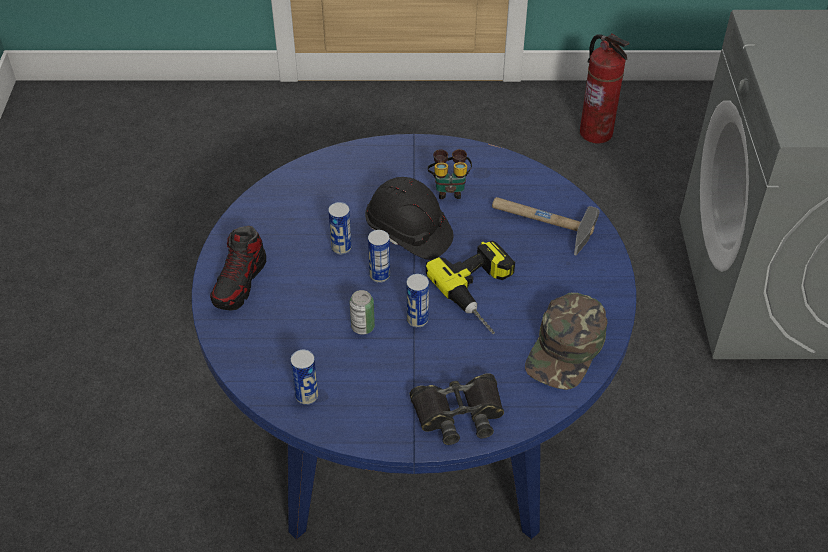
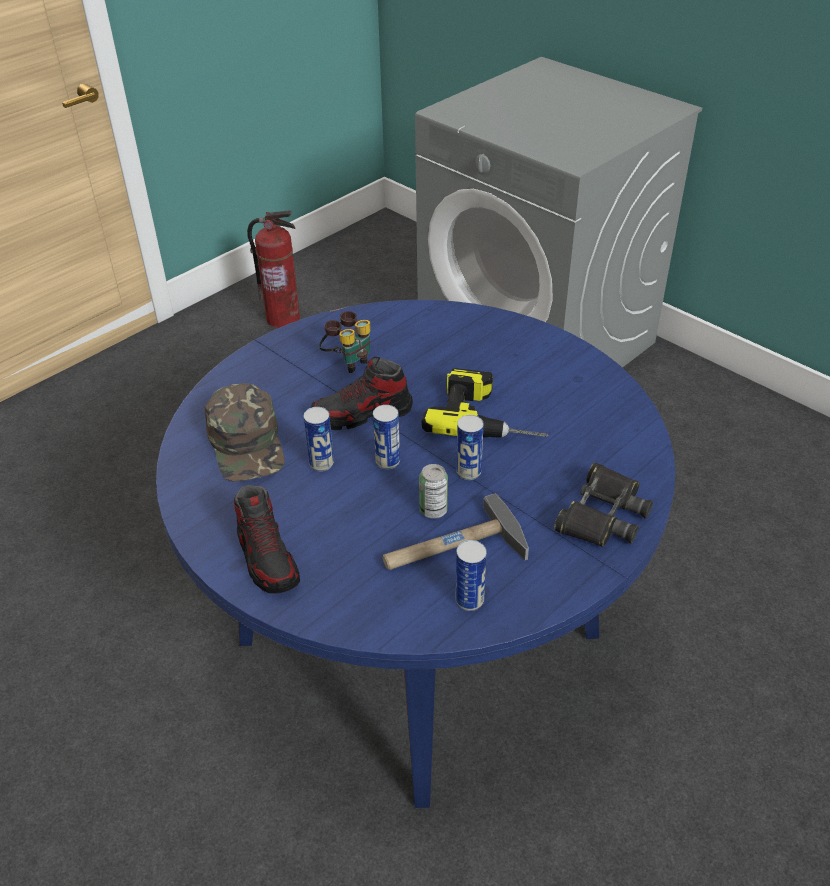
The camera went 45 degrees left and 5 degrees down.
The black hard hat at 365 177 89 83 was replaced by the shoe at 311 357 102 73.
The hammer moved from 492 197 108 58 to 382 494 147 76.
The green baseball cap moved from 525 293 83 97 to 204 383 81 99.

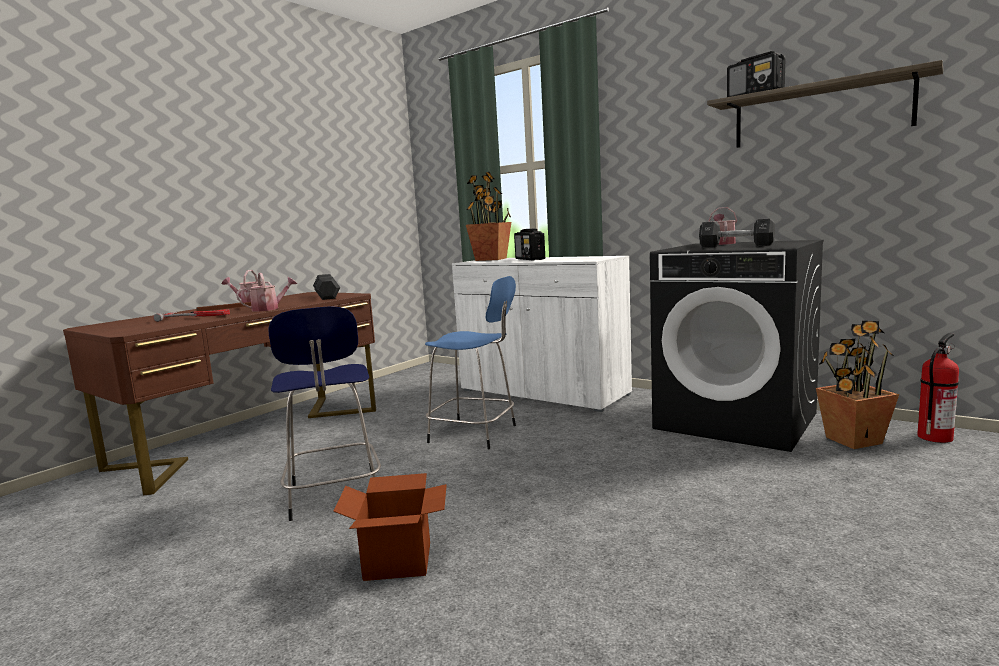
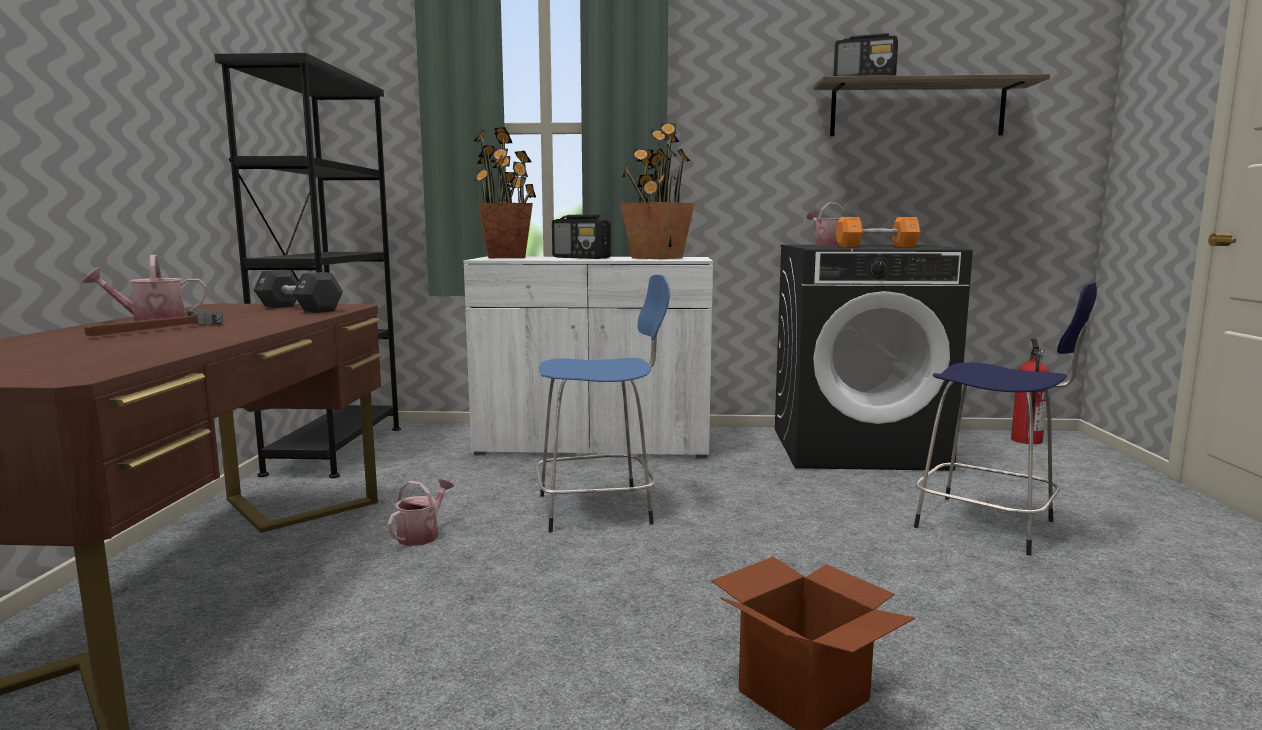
The camera went 35 degrees left and 0 degrees up.
The hammer at 153 309 77 13 disappeared.
The watering can moved from 236 273 61 39 to 387 479 67 67.
The blue-coloured stool moved from 268 306 113 215 to 914 282 183 274.
The black dumbbell at 699 218 76 30 became the orangey dumbbell at 836 217 84 30.
The houseplant moved from 816 321 83 128 to 620 123 75 136.
The black bookcase at 215 53 186 425 appeared.

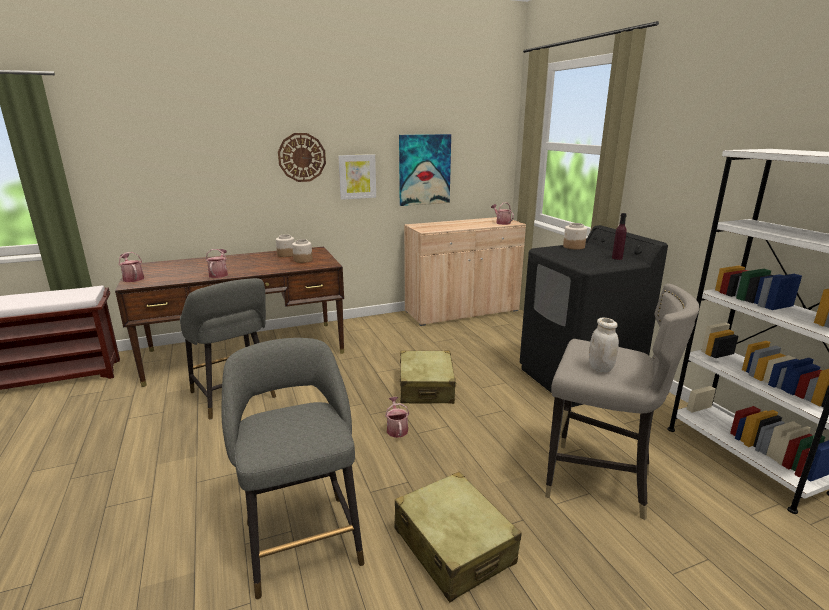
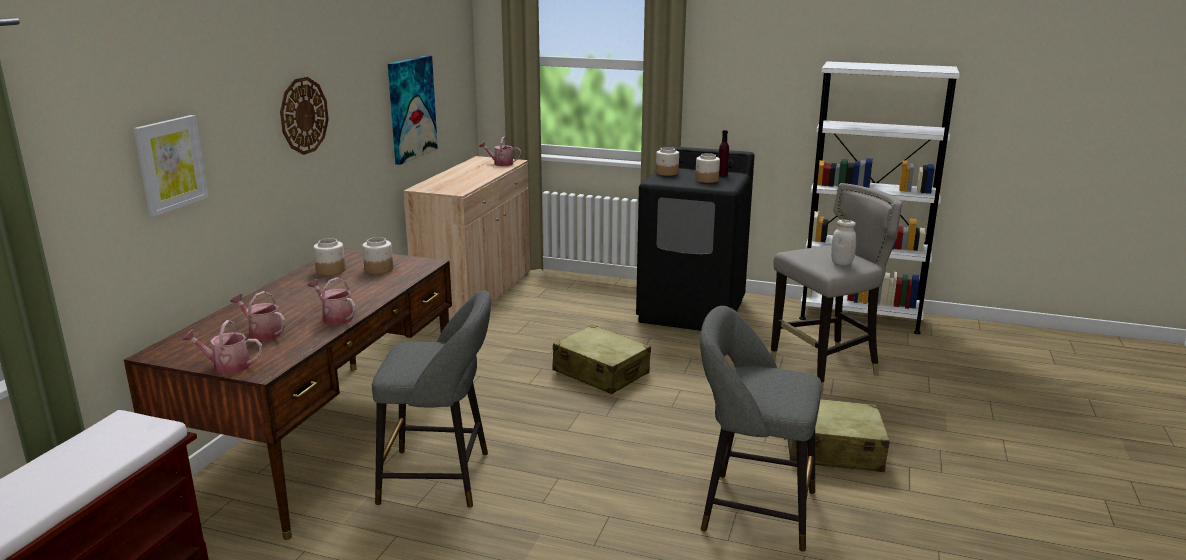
The camera went 50 degrees left and 0 degrees up.
The wall art moved from 338 154 38 46 to 133 115 75 102.
The watering can moved from 385 397 24 41 to 231 291 55 50.
The storage jar at 695 153 25 30 appeared.

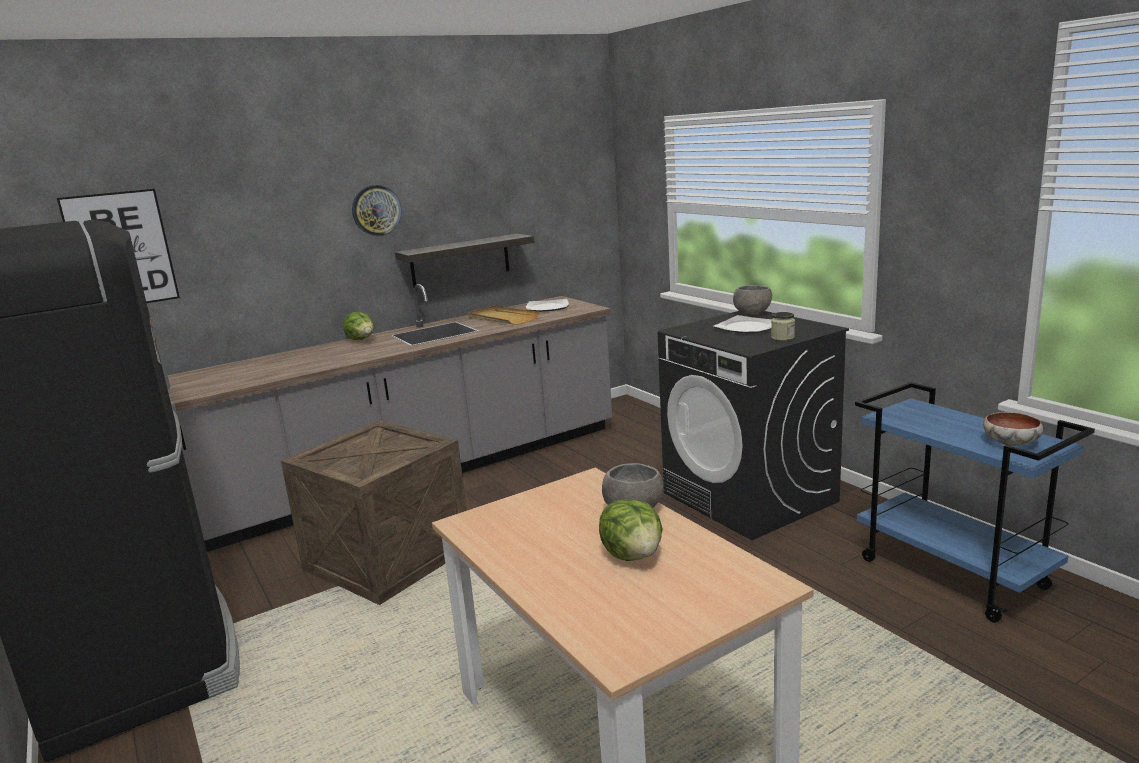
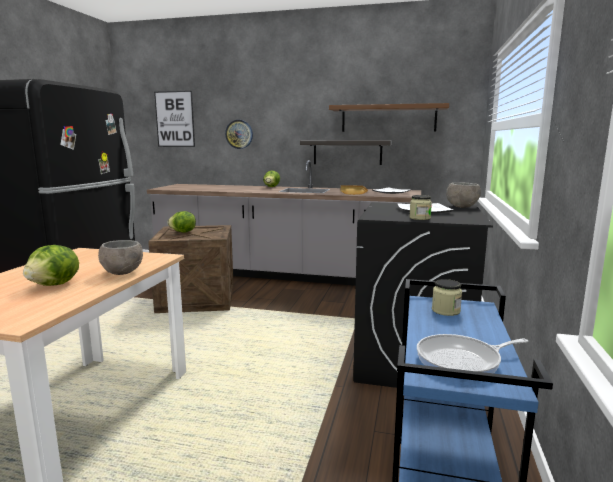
The camera went 45 degrees right and 5 degrees down.
The wall clock moved from 352 185 50 51 to 225 120 28 29.
The bowl at 983 412 60 34 was replaced by the skillet at 417 334 111 45.
The lettuce at 167 211 29 22 appeared.
The brown bracket shelf at 329 103 120 29 appeared.
The storage jar at 432 279 30 37 appeared.

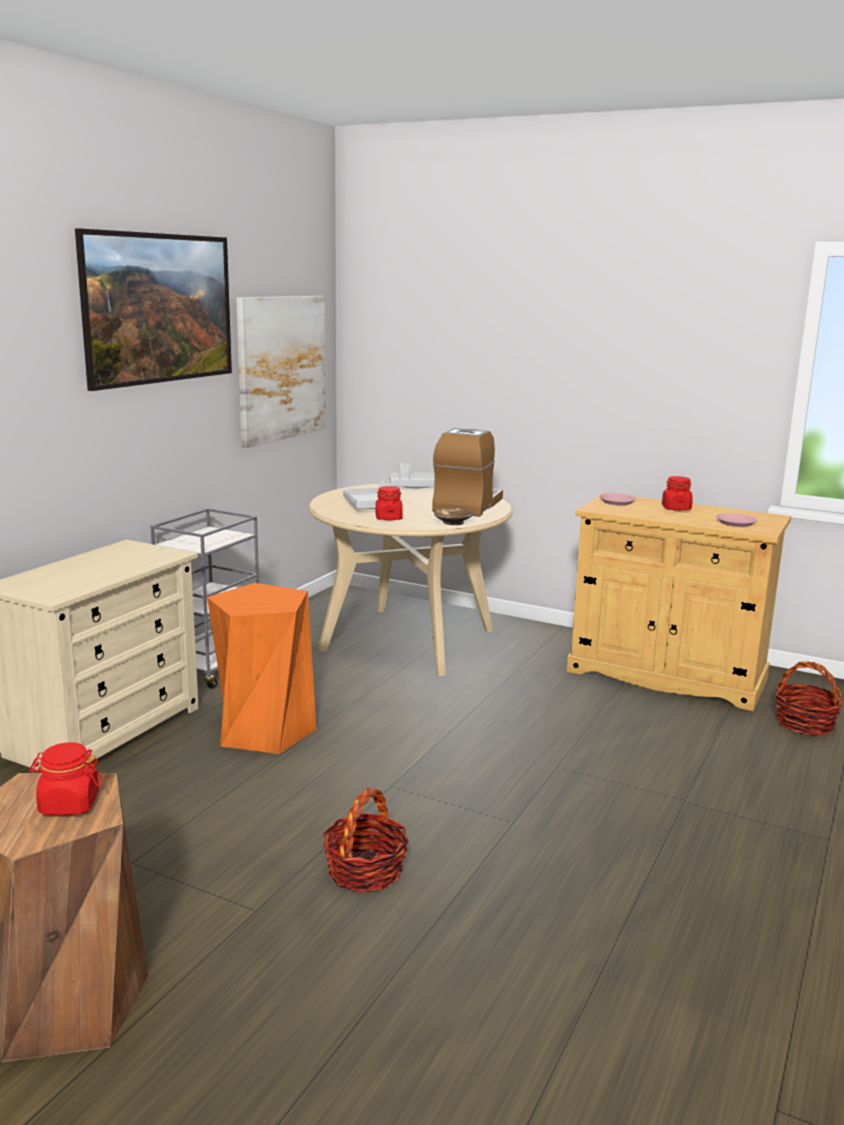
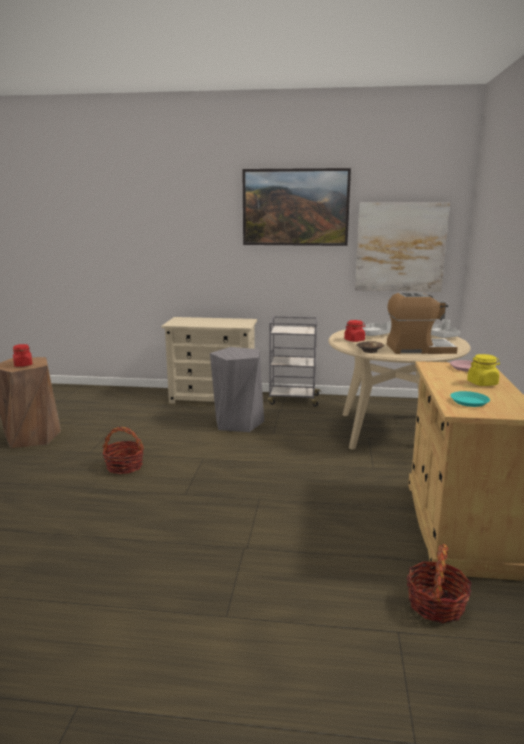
The camera went 70 degrees right and 0 degrees up.
The orangey stool at 207 583 109 171 became the grey stool at 210 347 54 85.
The red storage jar at 662 476 31 35 became the yellowish storage jar at 467 354 33 32.
The pinkish dinner plate at 716 513 41 14 became the turquoise dinner plate at 450 391 40 16.

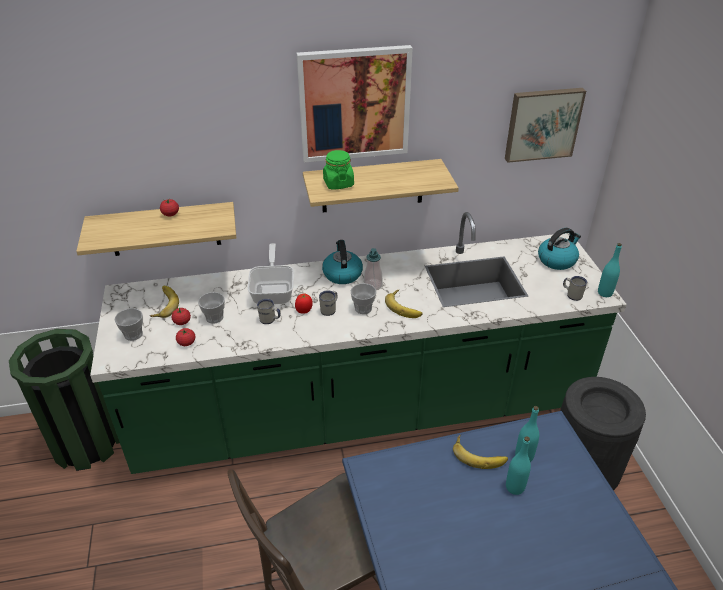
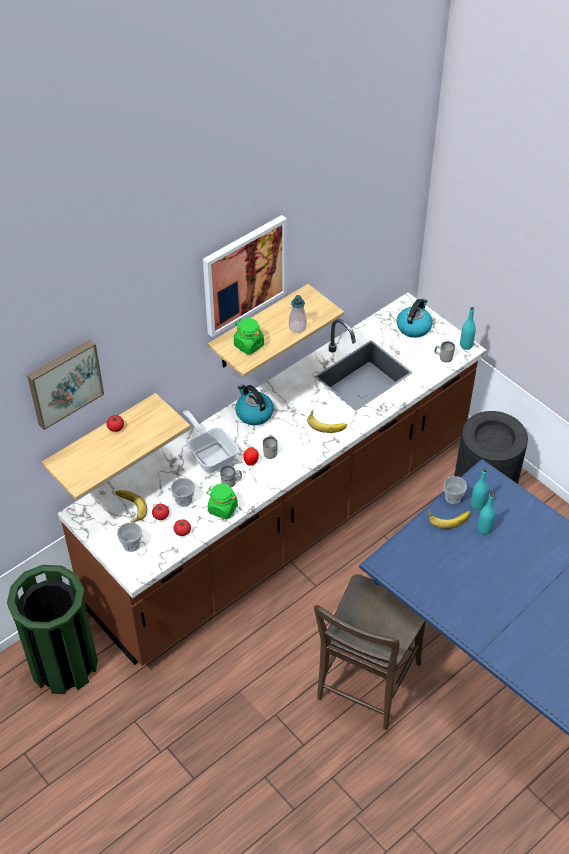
The camera went 30 degrees left and 10 degrees up.
The green kitchen base unit at 90 212 537 262 became the brown kitchen base unit at 58 293 428 373.
The drinking cup moved from 351 283 25 31 to 443 476 24 28.
The liquid soap bottle moved from 364 248 18 42 to 289 295 18 38.
The wall art moved from 505 88 81 75 to 27 339 77 91.
The green storage jar at 206 483 32 36 appeared.

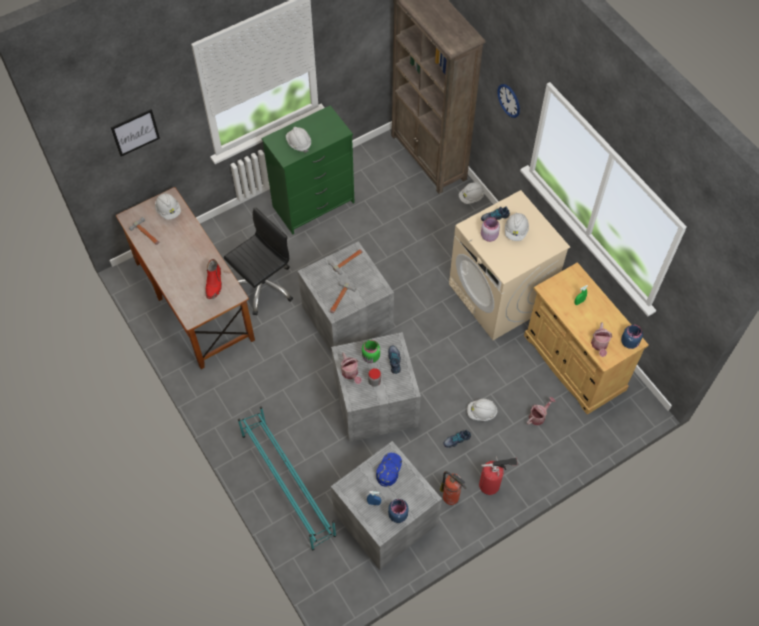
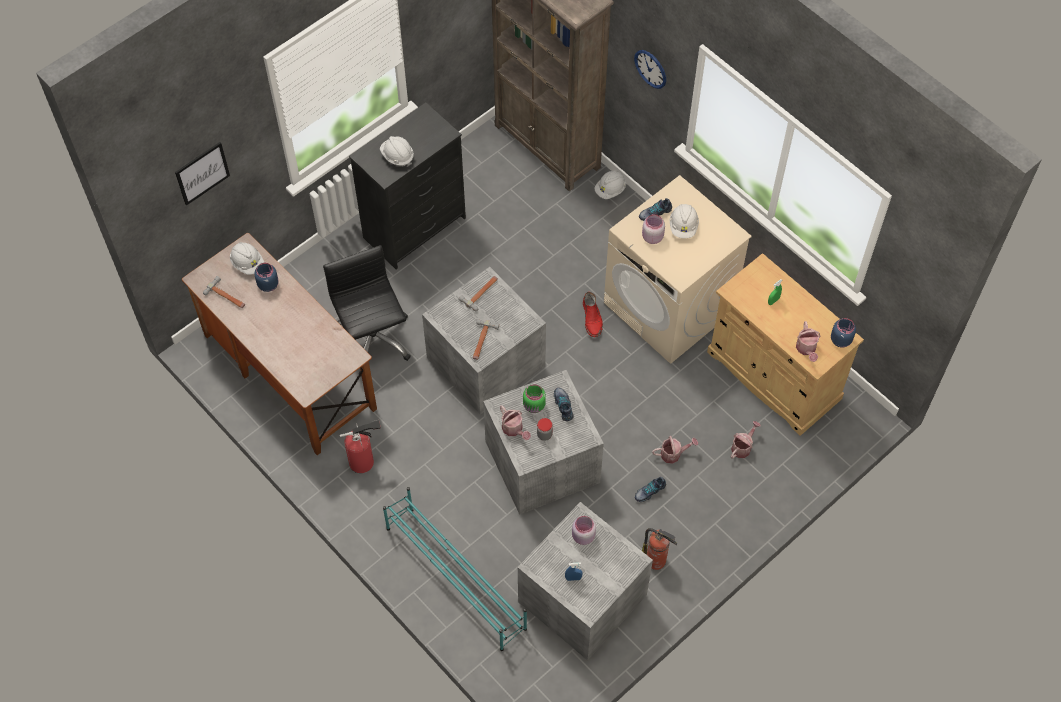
The camera went 10 degrees left and 0 degrees up.
The red high-top boot moved from 205 259 17 40 to 583 292 20 45.
The black computer chair at 224 207 69 108 turned 60 degrees counterclockwise.
The green dresser at 261 106 93 128 became the black dresser at 349 102 117 167.
The blue-coloured baseball cap at 376 453 26 34 was replaced by the pinkish storage jar at 572 516 24 29.
The blue-coloured storage jar moved from 388 499 21 24 to 254 263 25 29.
The whitish hard hat at 467 399 31 22 was replaced by the watering can at 652 436 46 28.
The extinguisher moved from 479 457 38 38 to 340 420 41 53.

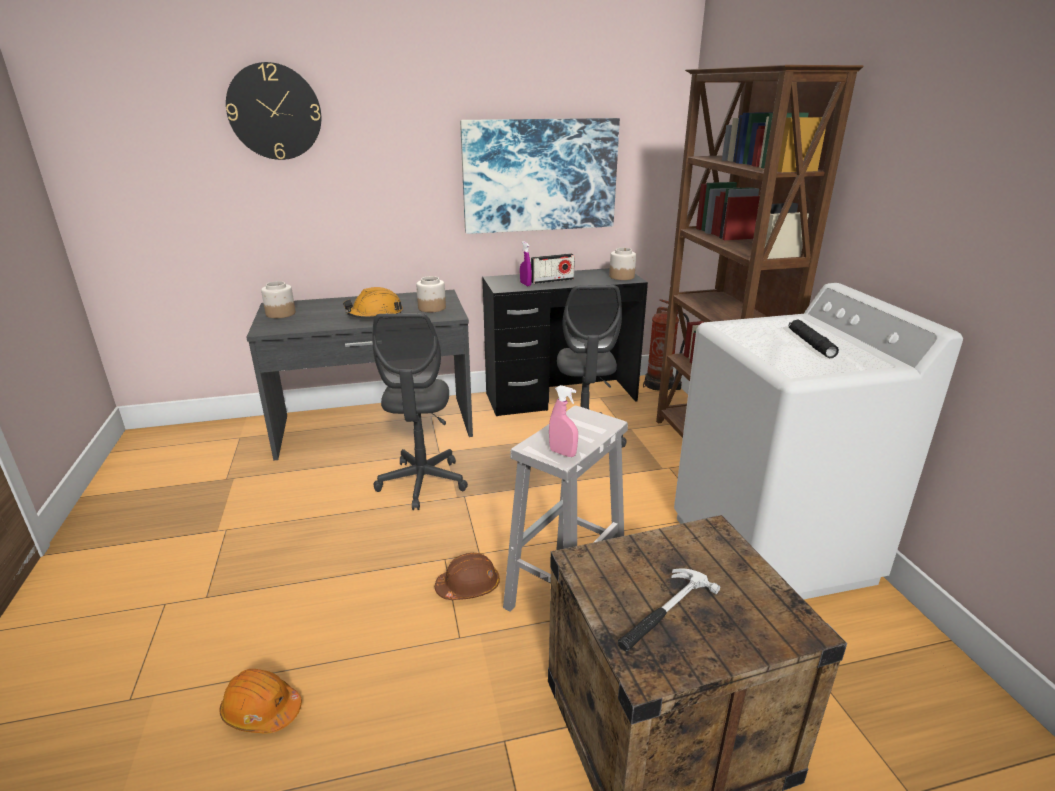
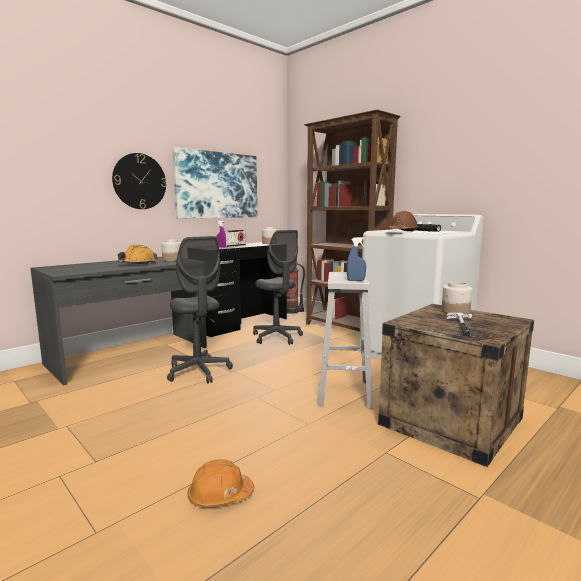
The camera went 30 degrees left and 15 degrees down.
The wall clock moved from 226 62 95 98 to 112 153 55 56.
The storage jar moved from 261 281 35 37 to 442 282 30 32.
The brown hard hat moved from 435 553 65 47 to 387 211 31 20.
The pinkish hand sprayer at 549 385 29 72 became the blue-coloured hand sprayer at 347 237 19 44.

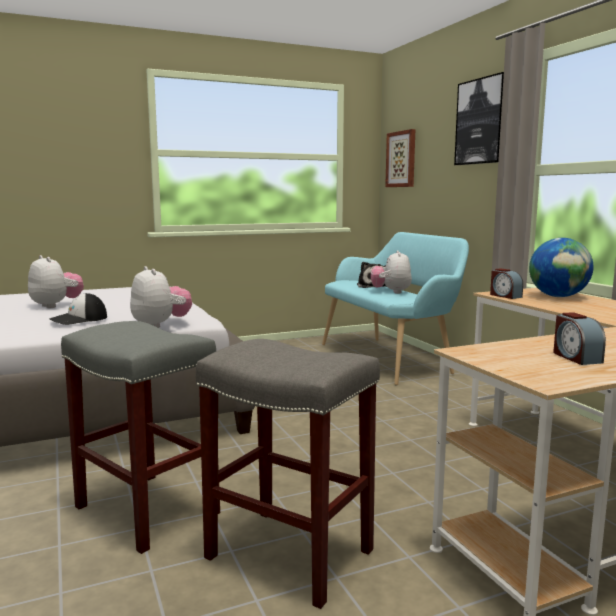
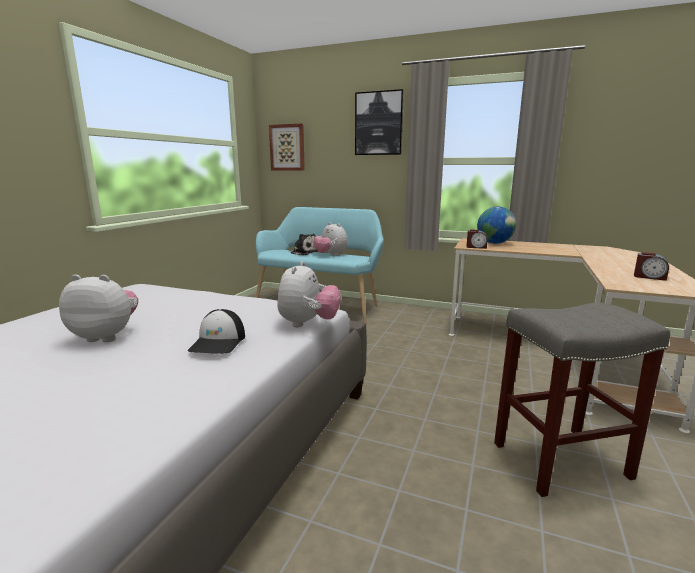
The camera went 45 degrees left and 5 degrees up.
The grey stool at 61 321 159 233 disappeared.
The cuddly toy at 130 266 62 62 turned 90 degrees clockwise.

